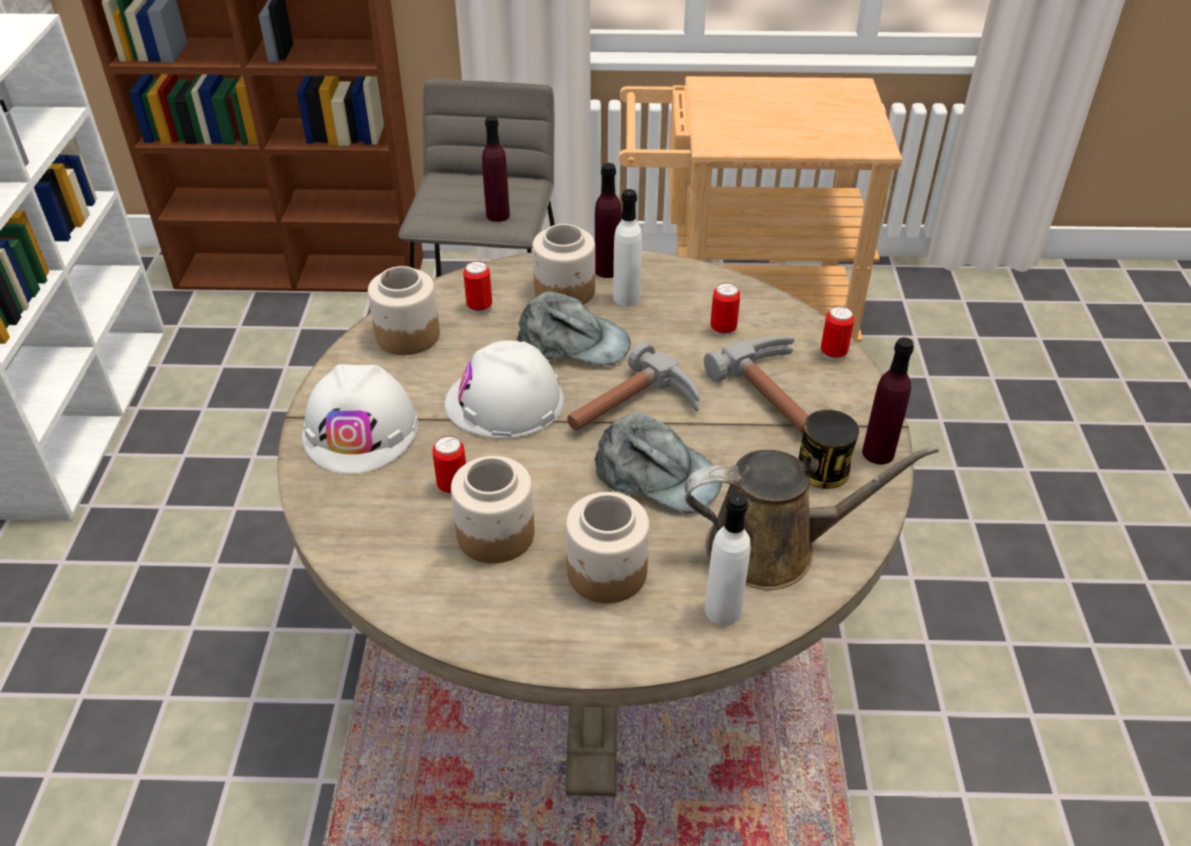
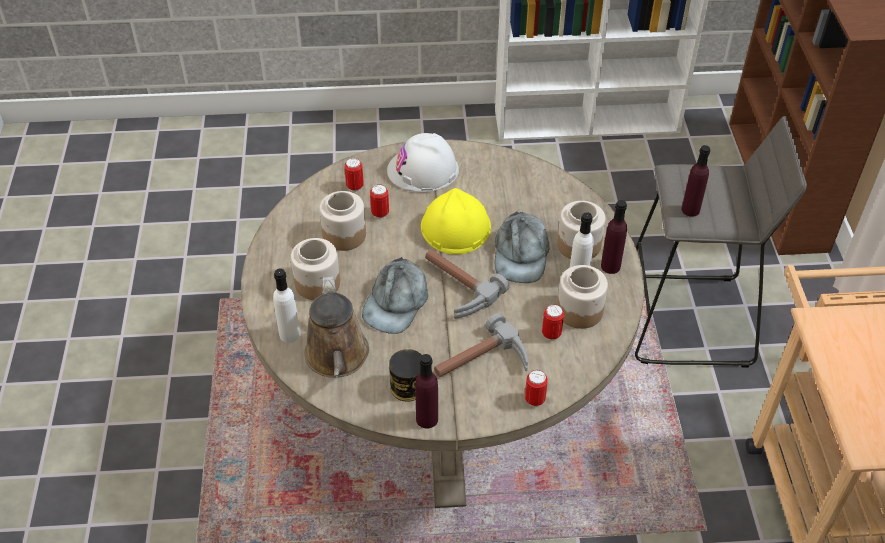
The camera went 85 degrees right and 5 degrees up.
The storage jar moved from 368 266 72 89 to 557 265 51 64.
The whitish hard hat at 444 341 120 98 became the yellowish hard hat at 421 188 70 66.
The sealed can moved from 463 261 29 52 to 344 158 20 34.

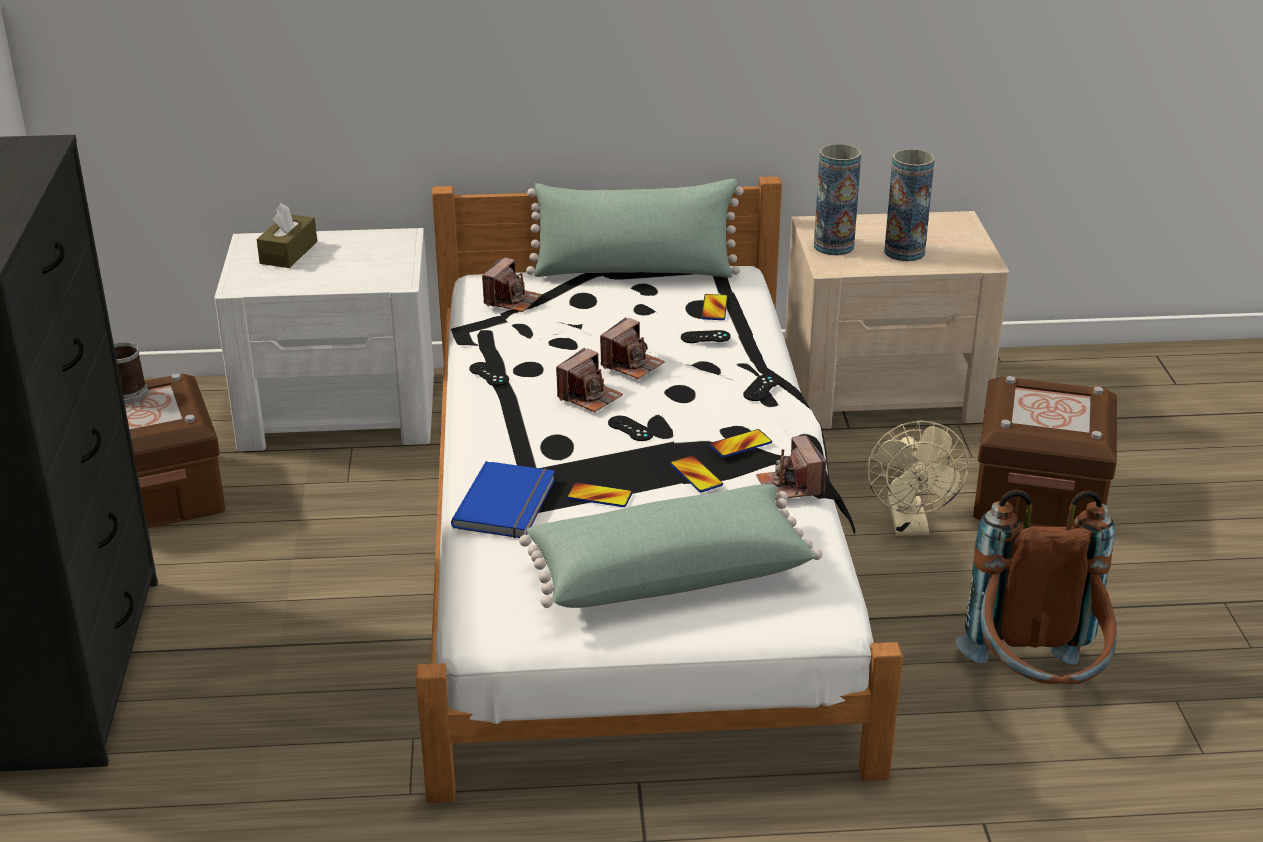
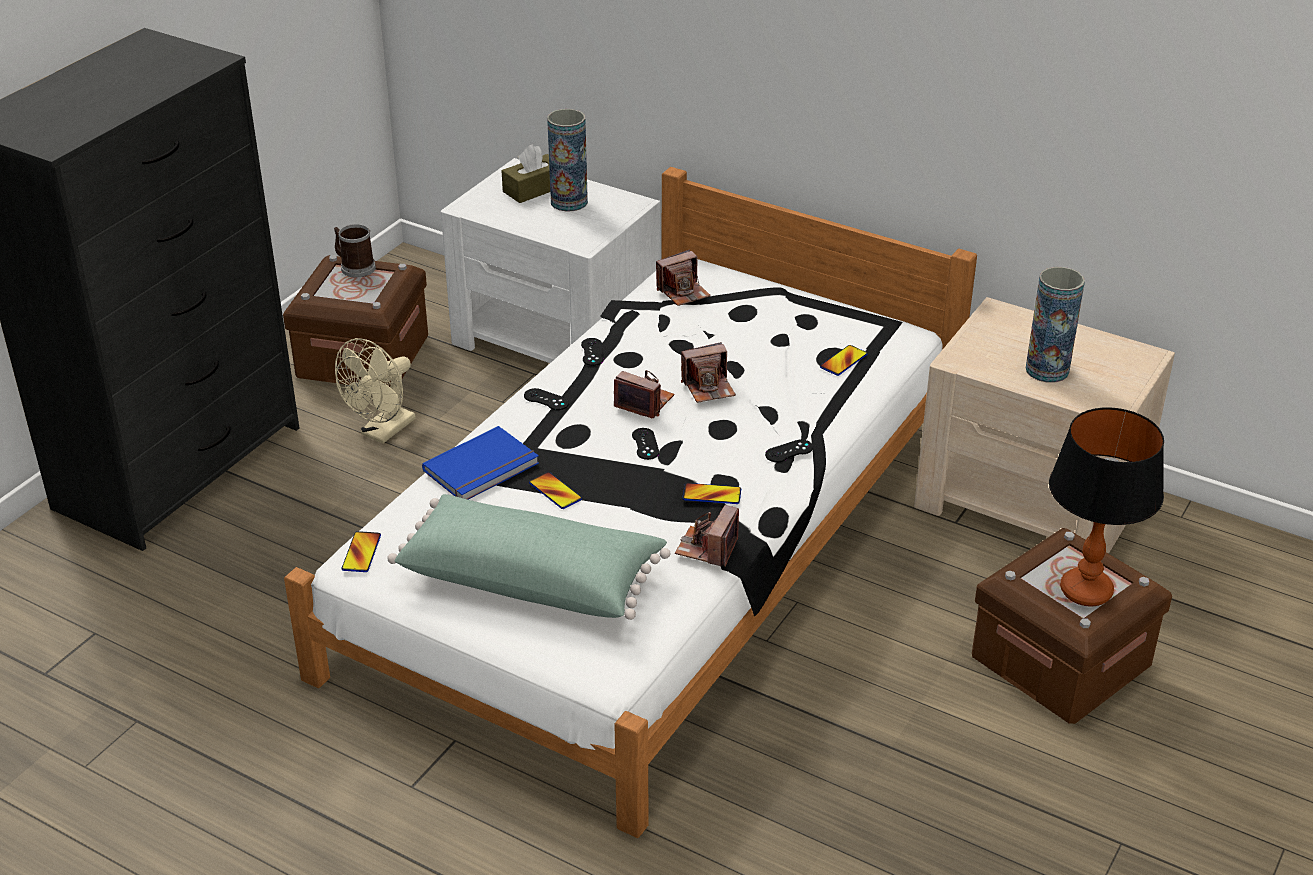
The camera went 35 degrees right and 5 degrees up.
The green pillow at 526 179 217 99 disappeared.
The still camera at 556 348 67 64 turned 135 degrees counterclockwise.
The telephone moved from 670 455 53 37 to 342 531 39 41.
The black gamepad moved from 681 330 50 13 to 524 388 45 22.
The vase moved from 814 144 47 111 to 547 109 41 103.
The sand-coloured electric fan moved from 867 420 102 116 to 335 338 81 105.
The brown knapsack at 956 490 161 194 disappeared.
The lamp for a table at 1049 407 115 199 appeared.

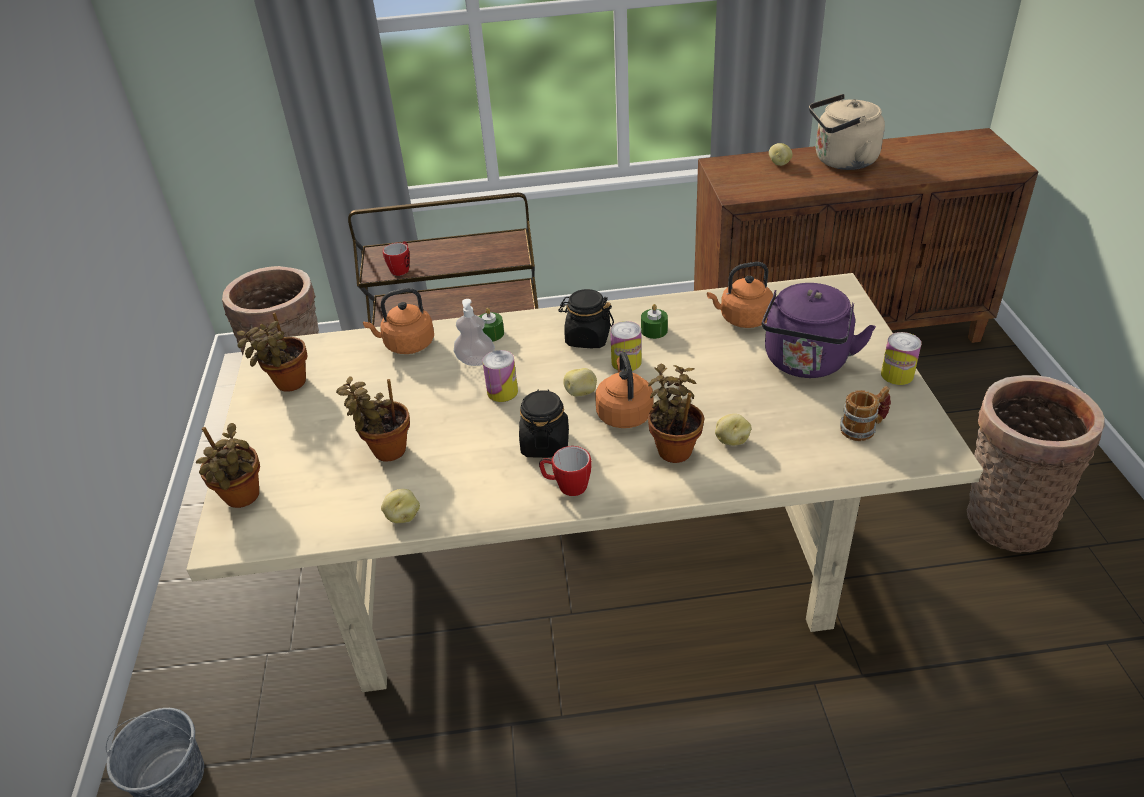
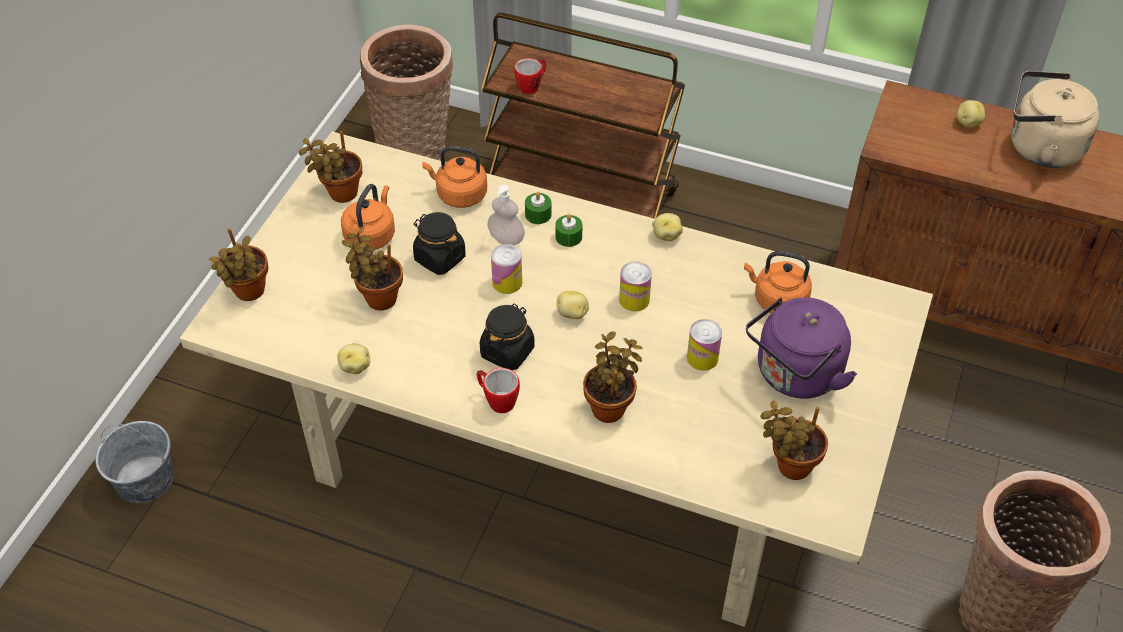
The camera went 25 degrees right and 10 degrees up.
The black storage jar moved from 558 289 56 59 to 413 212 53 63.
The orangey tea kettle moved from 595 352 58 76 to 341 184 54 66.
The green wax light moved from 641 304 27 35 to 555 214 27 33.
The whole potato moved from 715 414 36 32 to 652 213 31 28.
The tea mug at 840 386 51 55 was replaced by the houseplant at 761 400 67 80.
The sealed can moved from 881 332 40 53 to 687 319 35 52.

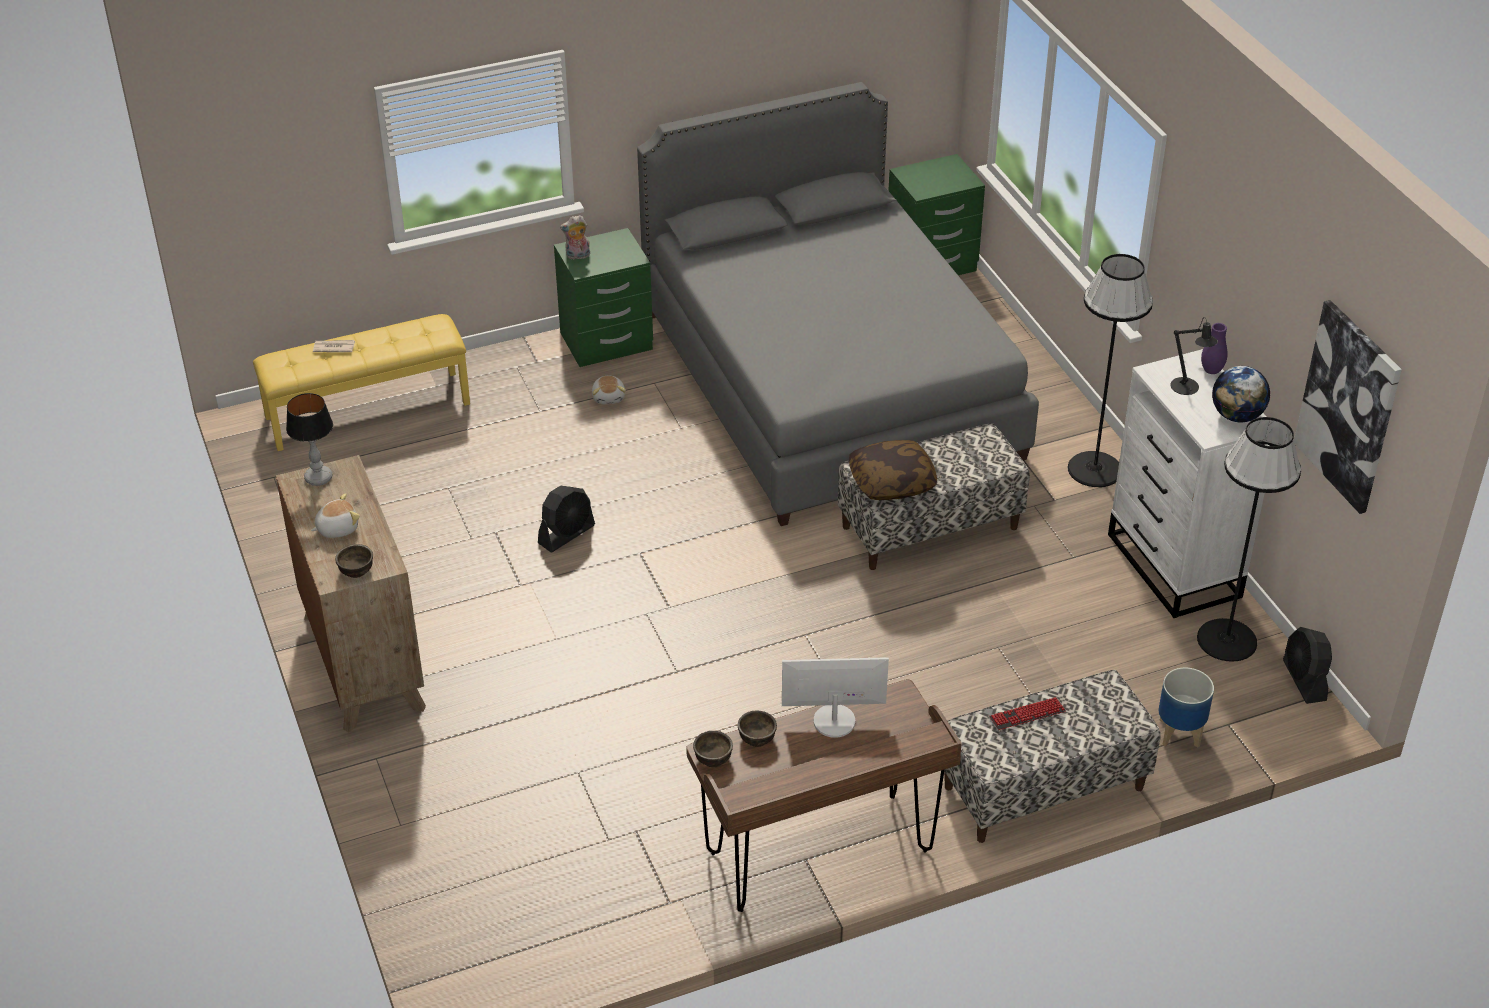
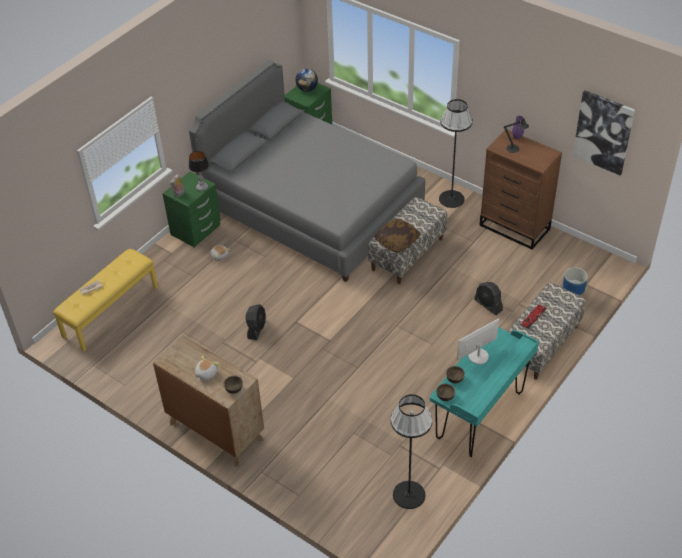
The camera went 30 degrees left and 5 degrees up.
The lamp for a table moved from 286 393 47 93 to 189 151 20 40.
The brown desk at 686 679 276 233 became the turquoise desk at 430 327 109 130.
The whitish dresser at 1108 349 159 269 became the brown dresser at 479 130 83 120.
The black floor lamp moved from 1197 417 104 245 to 390 394 43 115.
The globe moved from 1212 366 58 56 to 295 69 23 23.
The black electric fan moved from 1283 627 49 77 to 474 282 29 33.

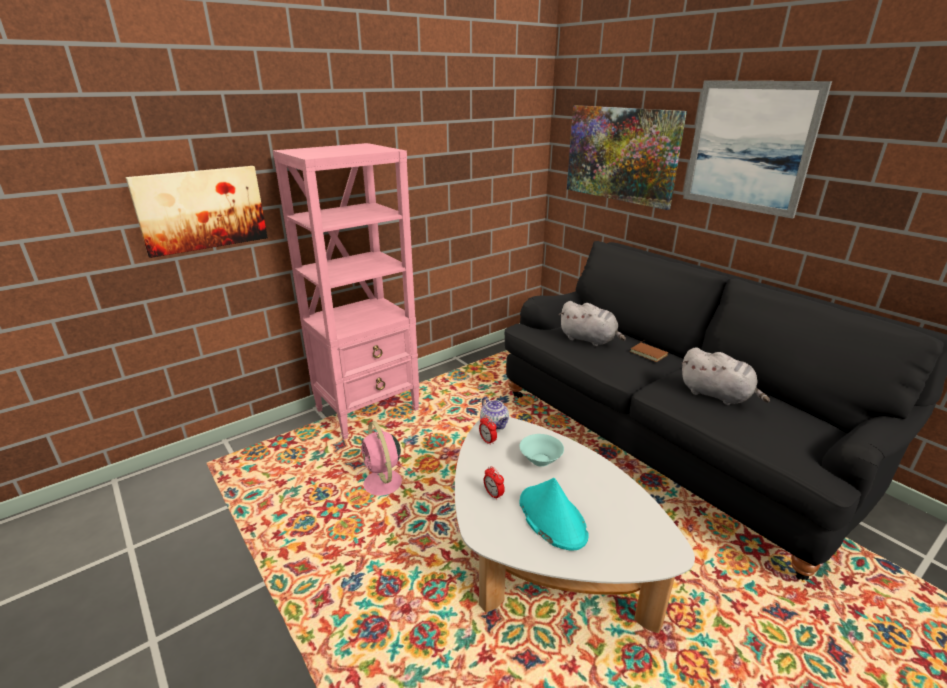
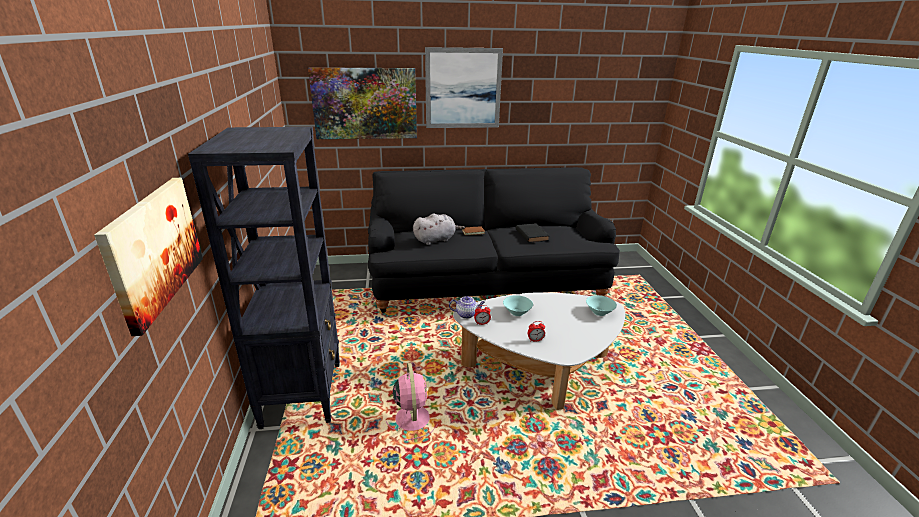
The camera went 60 degrees left and 0 degrees up.
The pinkish bookcase at 273 143 147 297 became the black bookcase at 188 127 152 302.
The pinkish electric fan at 353 421 57 75 turned 105 degrees counterclockwise.
The turquoise clothing hat at 520 478 69 73 disappeared.
The grey cuddly toy at 681 348 89 57 was replaced by the black volume at 516 223 33 20.
The turquoise bowl at 586 295 31 21 appeared.

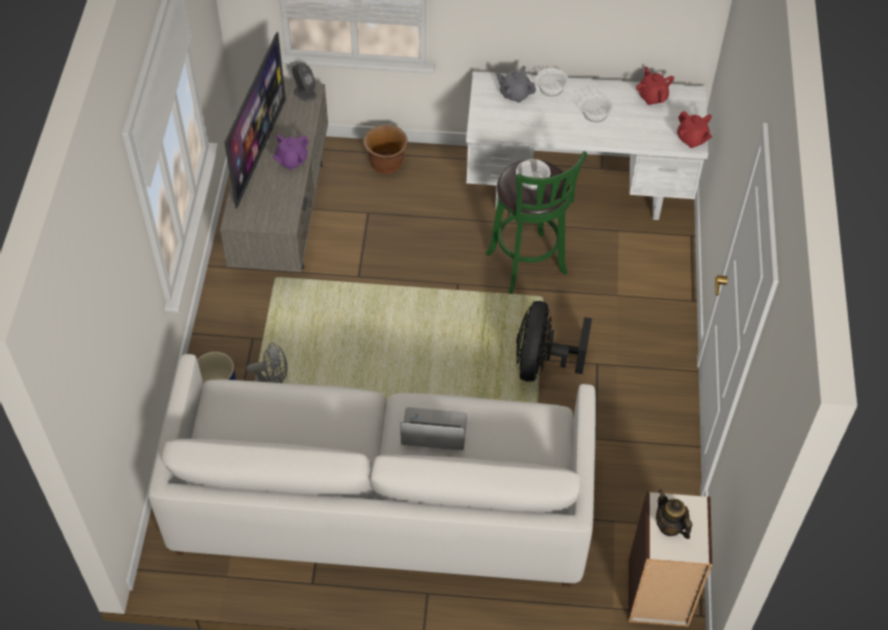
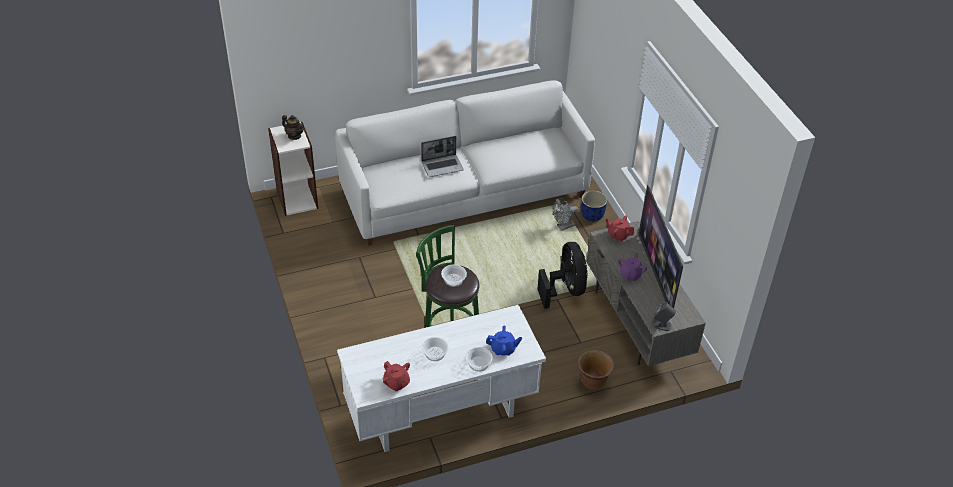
The camera went 155 degrees right and 10 degrees down.
The grey teapot at 495 66 41 37 became the blue-coloured teapot at 486 325 36 31.
The black electric fan moved from 516 301 76 81 to 537 242 51 67.
The red teapot moved from 677 111 35 37 to 605 215 30 27.

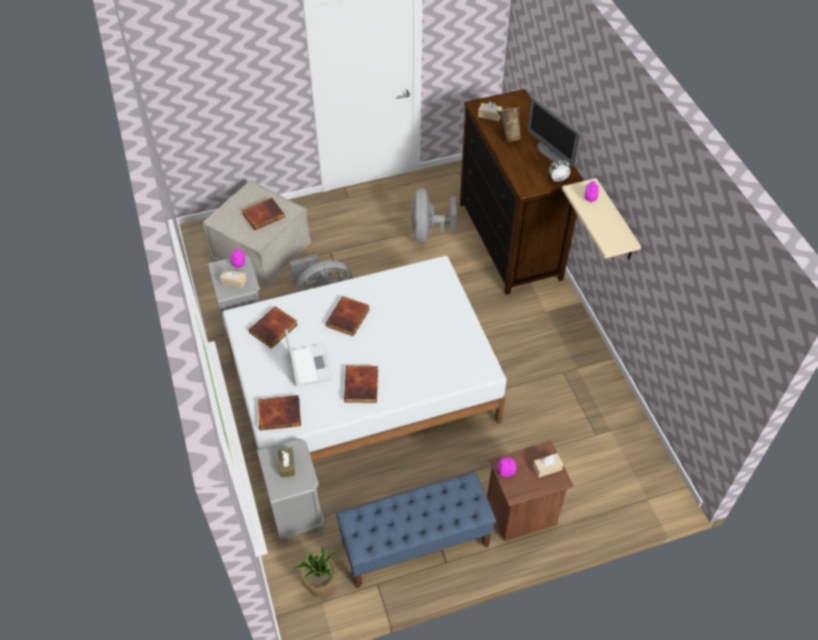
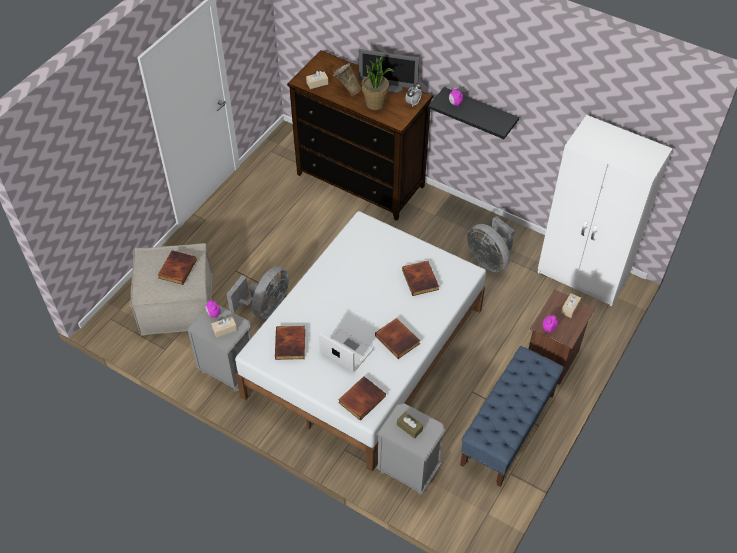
The camera went 40 degrees left and 0 degrees up.
The houseplant moved from 294 546 43 51 to 362 55 32 55.
The volume moved from 326 296 44 41 to 402 261 37 35.
The grey electric fan moved from 410 188 47 55 to 467 216 48 57.
The sand-coloured bracket shelf at 562 178 79 82 became the black bracket shelf at 428 87 91 52.
The whitish wardrobe at 537 115 136 192 appeared.

